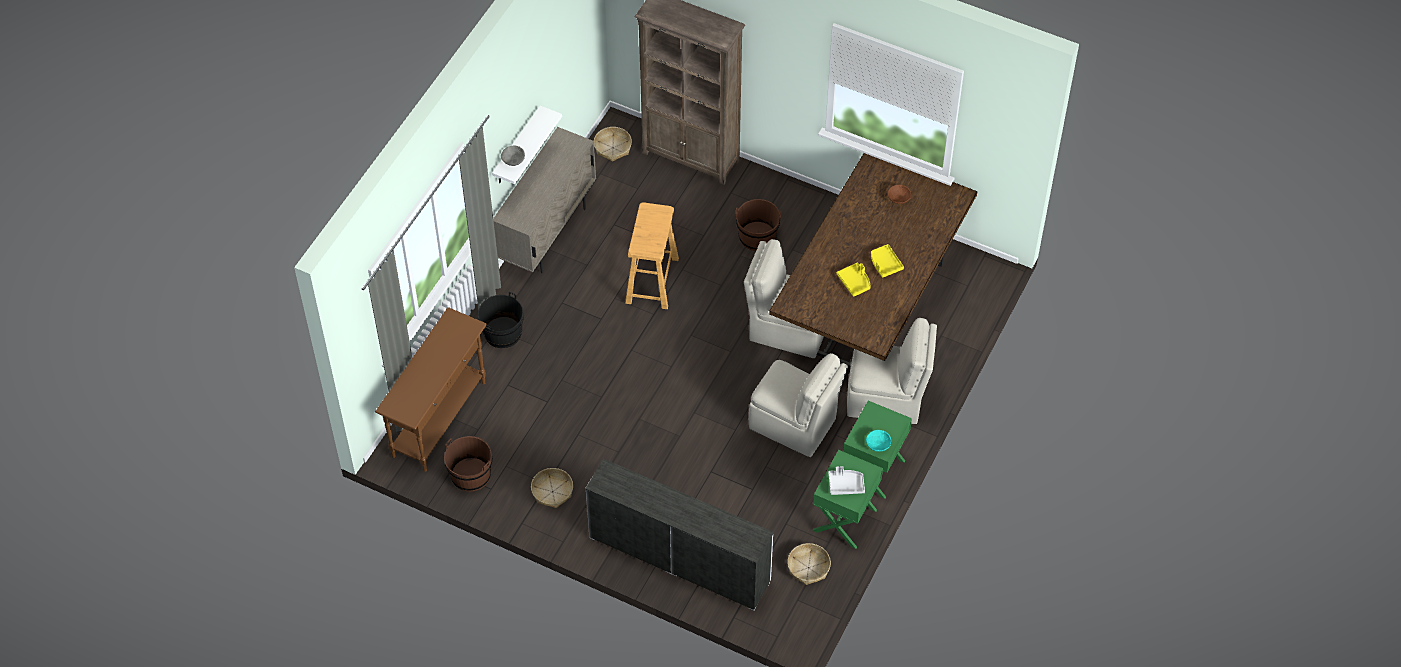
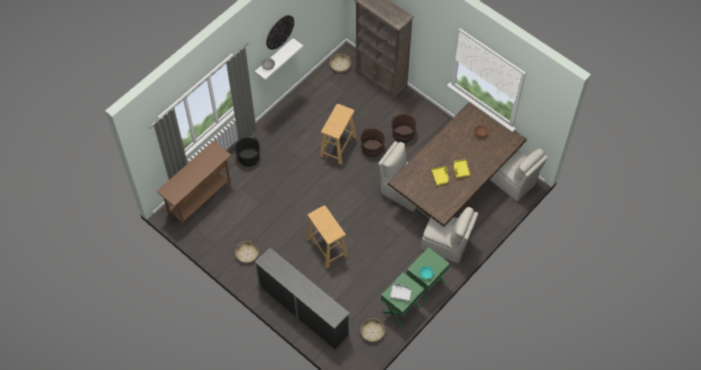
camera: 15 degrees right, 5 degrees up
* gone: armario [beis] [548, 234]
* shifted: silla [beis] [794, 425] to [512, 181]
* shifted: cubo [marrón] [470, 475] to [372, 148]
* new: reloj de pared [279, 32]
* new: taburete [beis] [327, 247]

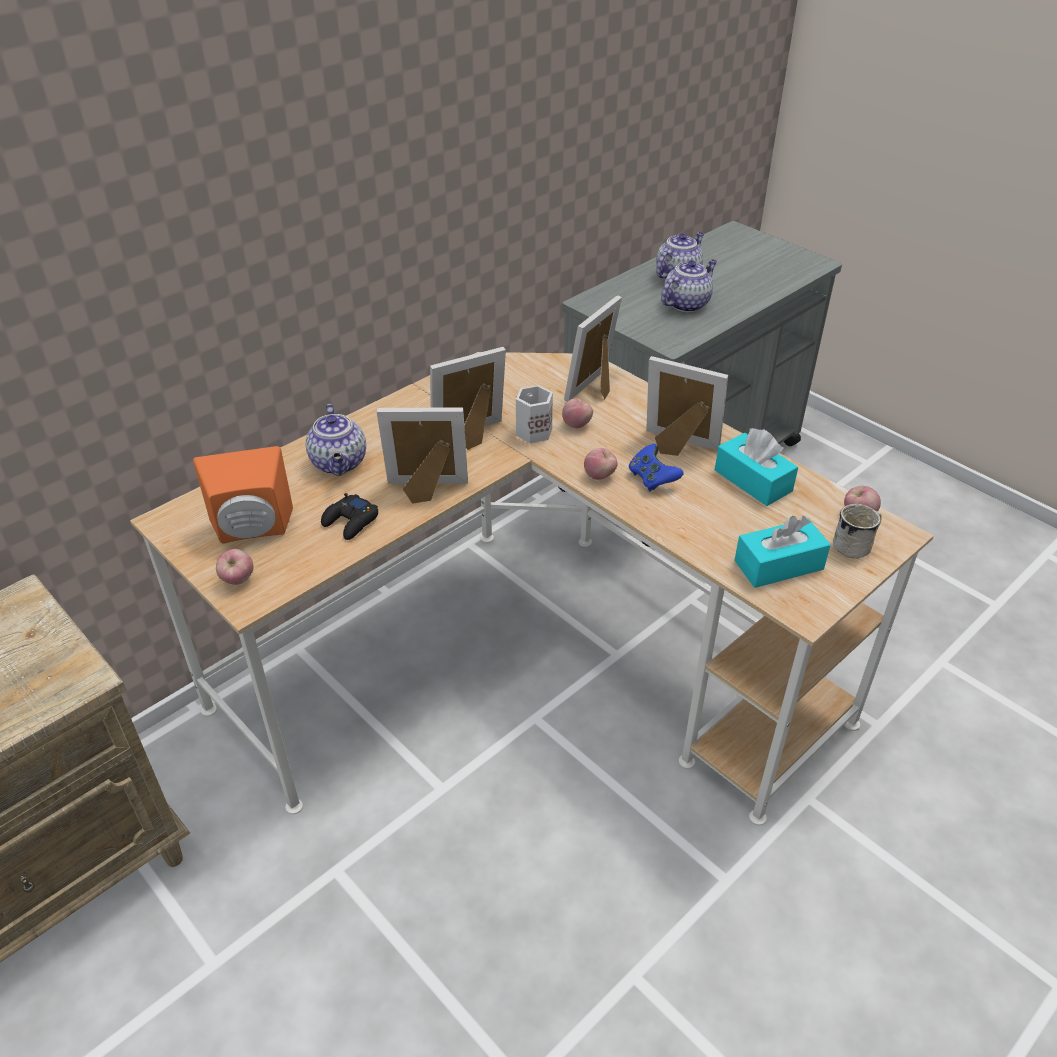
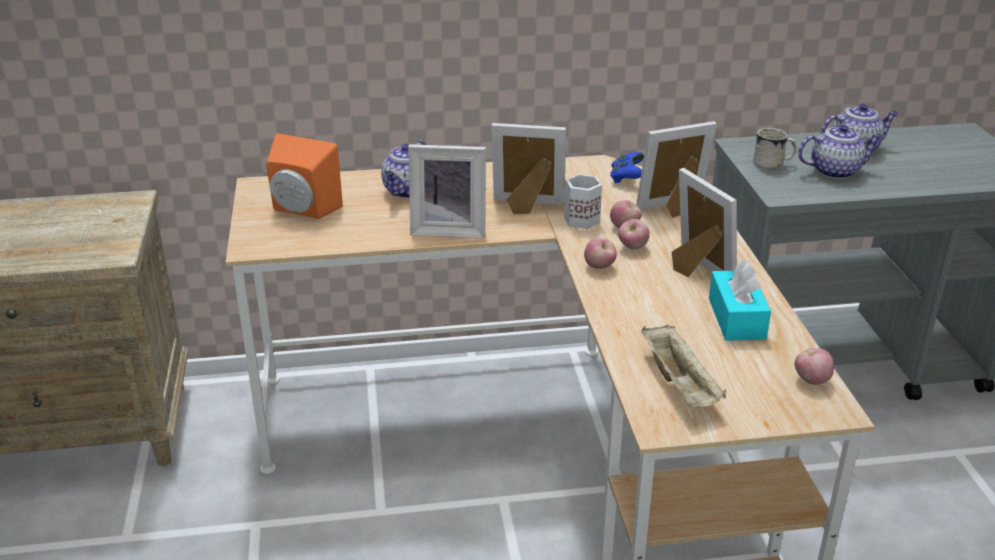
camera: 35 degrees right, 10 degrees down
* rotated: portarretratos [427, 491] = [449, 229] 150 degrees clockwise
* shifted: mando de consola [azul] [652, 479] to [626, 178]
* gone: mando de consola [negro] [351, 522]
* shifted: taza grande [blanco] [856, 545] to [773, 164]
* swapped: caja de pañuelos [turquesa] [778, 565] to bandeja [beis] [680, 384]
* shifted: manzana [238, 580] to [633, 247]

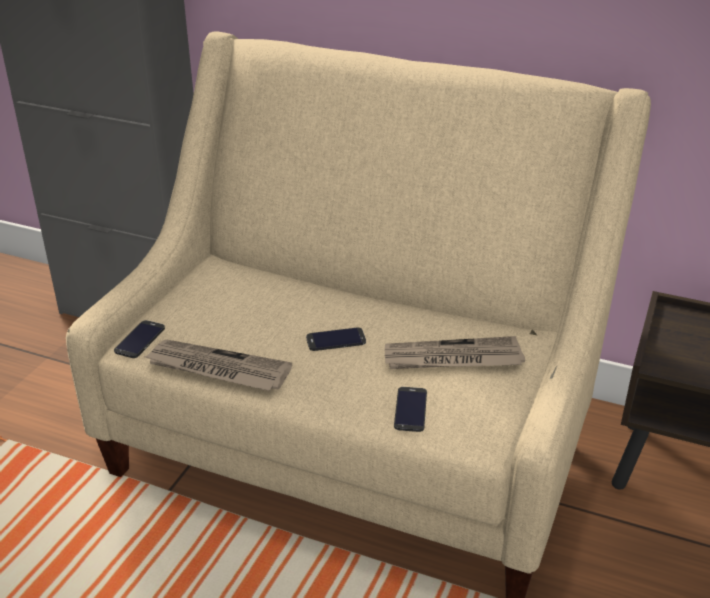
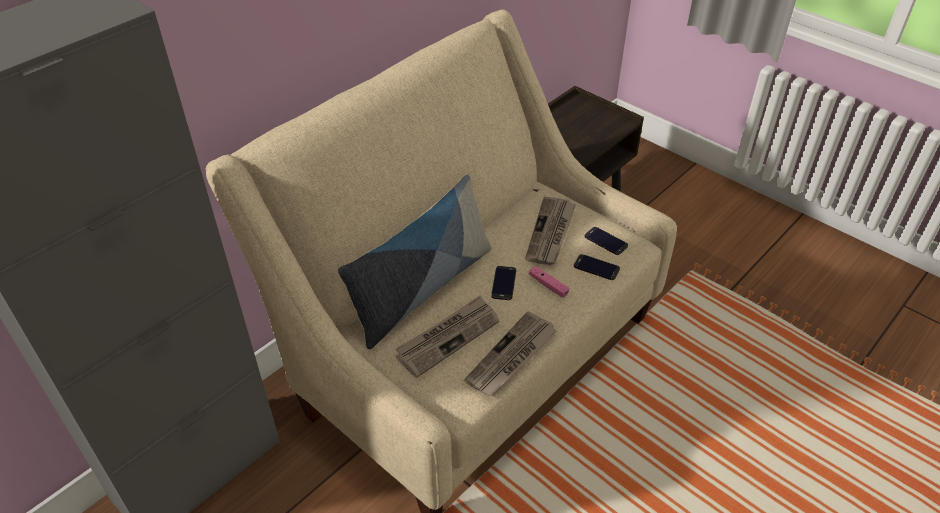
camera: 70 degrees left, 10 degrees up
* shifted: móvil [140, 339] to [606, 241]
* new: cojín [422, 289]
* new: mando de consola [rosa] [548, 285]
* new: periódico [448, 337]

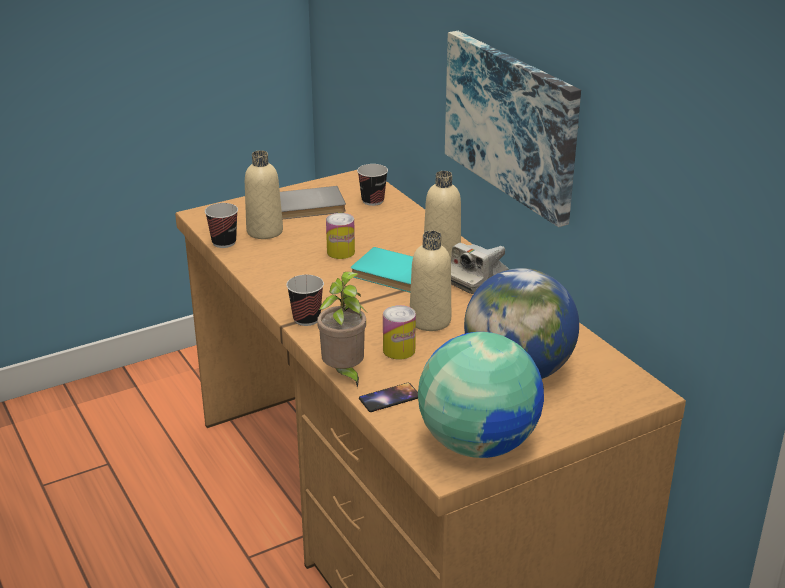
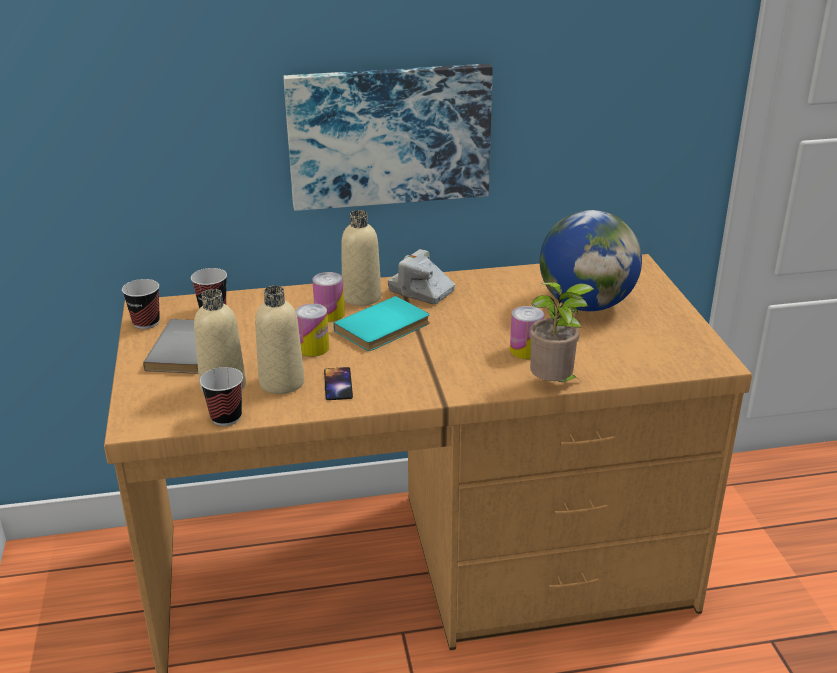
camera: 70 degrees left, 0 degrees up
* shifted: botella [beis] [430, 321] to [281, 382]
* rotated: cámara [475, 279] = [421, 291] 150 degrees clockwise
* shifted: taza [306, 319] to [146, 322]
* gone: globo terráqueo [478, 443]
* shifted: móvil [389, 398] to [338, 384]
* new: lata [329, 314]

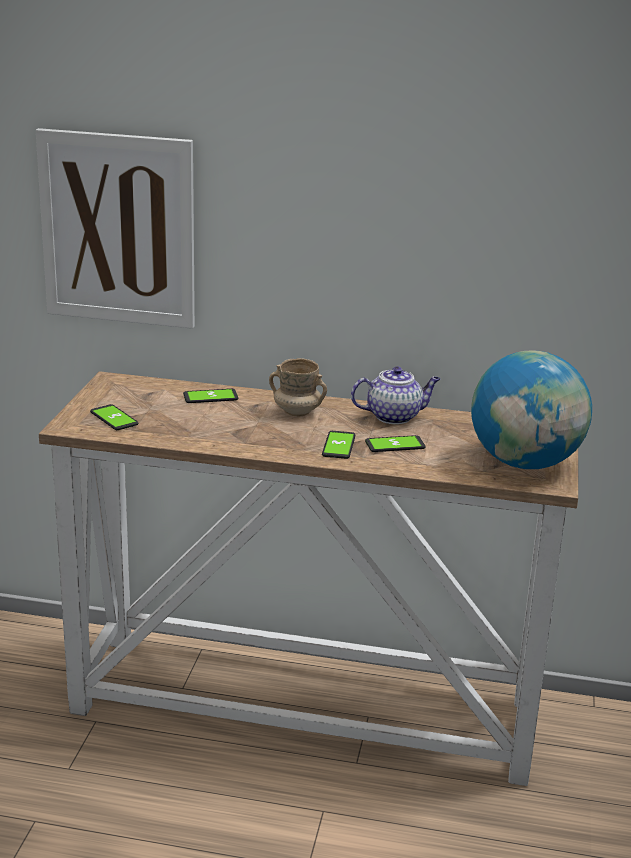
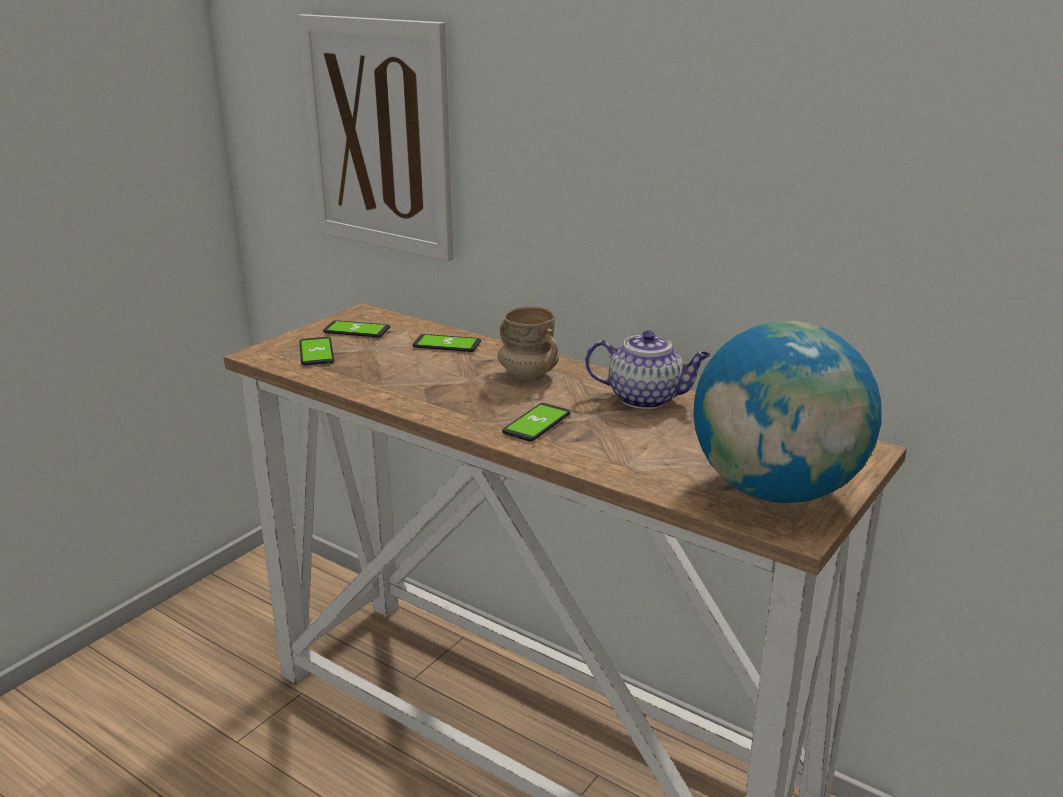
camera: 25 degrees right, 0 degrees up
* shifted: móvil [395, 445] to [357, 330]

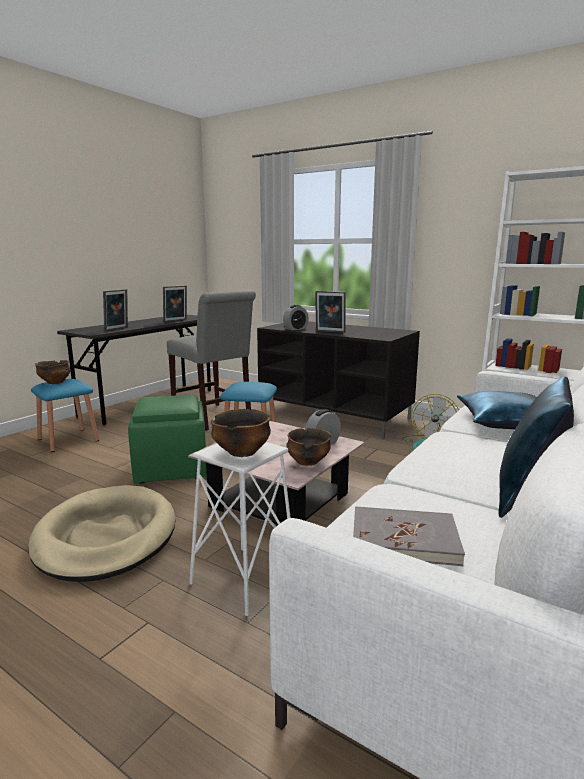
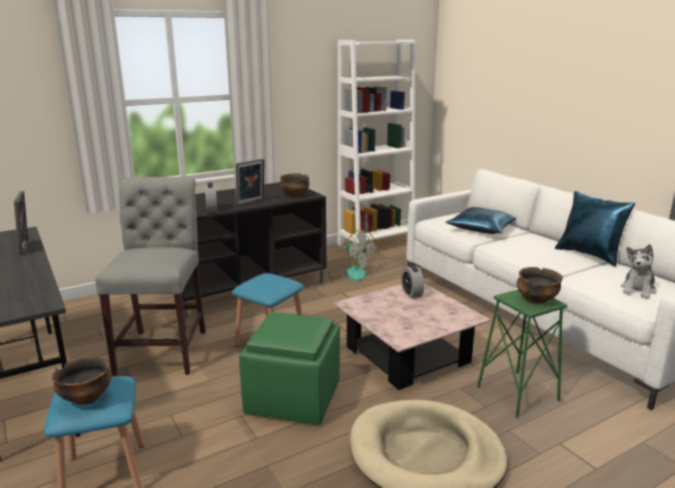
camera: 65 degrees left, 5 degrees up
* gone: portarretratos [117, 329]
* rotated: silla [gris] [214, 418] = [165, 348] 75 degrees counterclockwise
* shifted: cuenco [308, 462] to [294, 195]
* repainted: taburete [blanco] [244, 579] to taburete [verde] [517, 394]
* swapped: libro [gris] [404, 539] to peluche [638, 290]

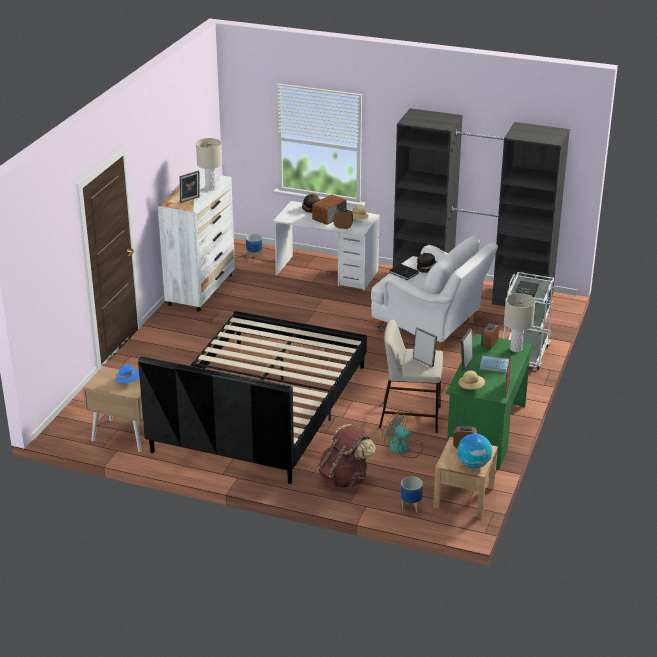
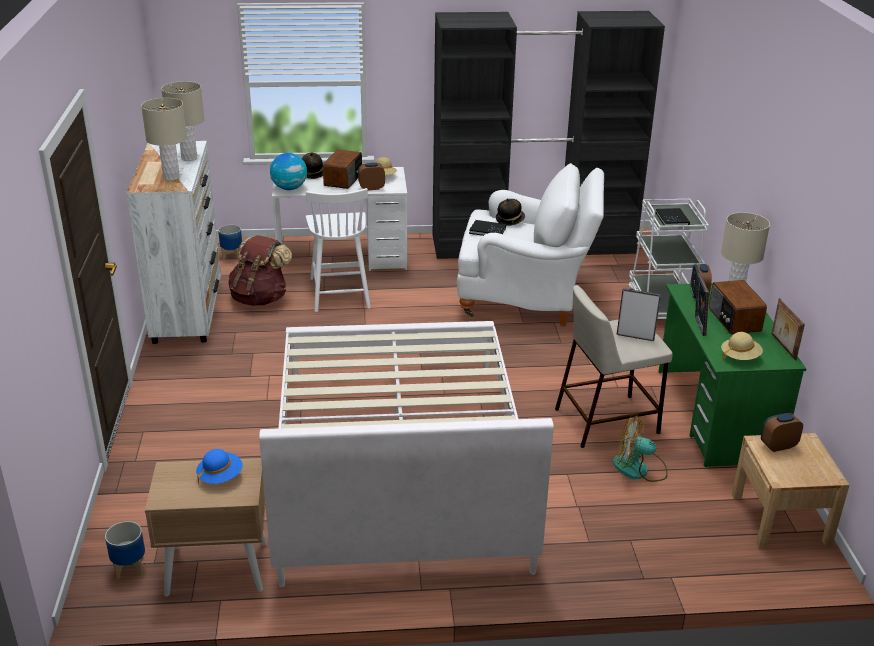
camera: 25 degrees left, 0 degrees up
* swapped: portarretratos [190, 200] to lámpara de mesa [beis] [171, 177]
* repainted: cama [negro] [261, 407] to cama [blanco] [397, 461]
* swapped: libro [azul] [494, 365] to radio [733, 320]
* shifted: mochila [marrón] [345, 479] to [260, 299]
* shifted: globo terráqueo [473, 464] to [289, 188]
* shifted: maceta [411, 506] to [130, 568]
* new: silla [blanco] [340, 292]

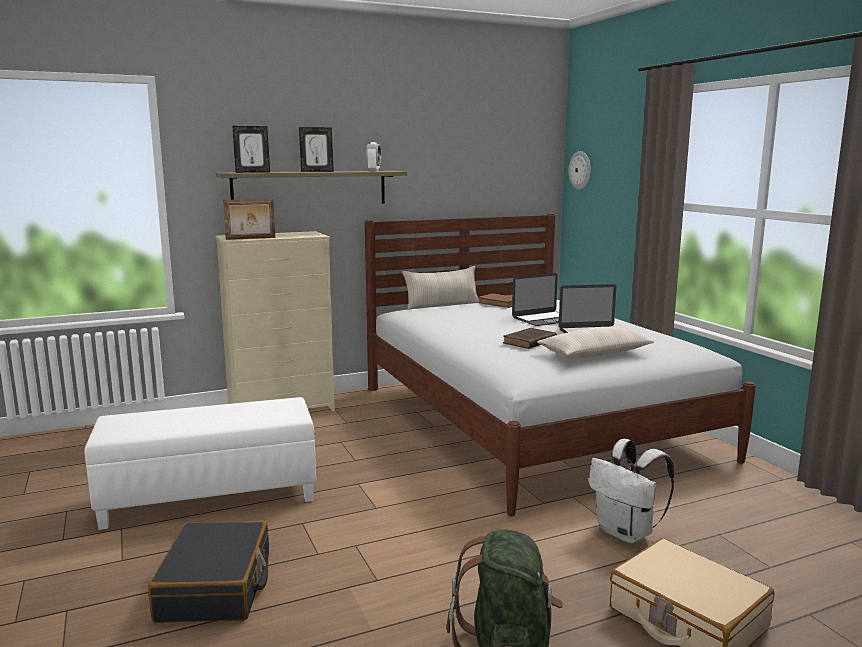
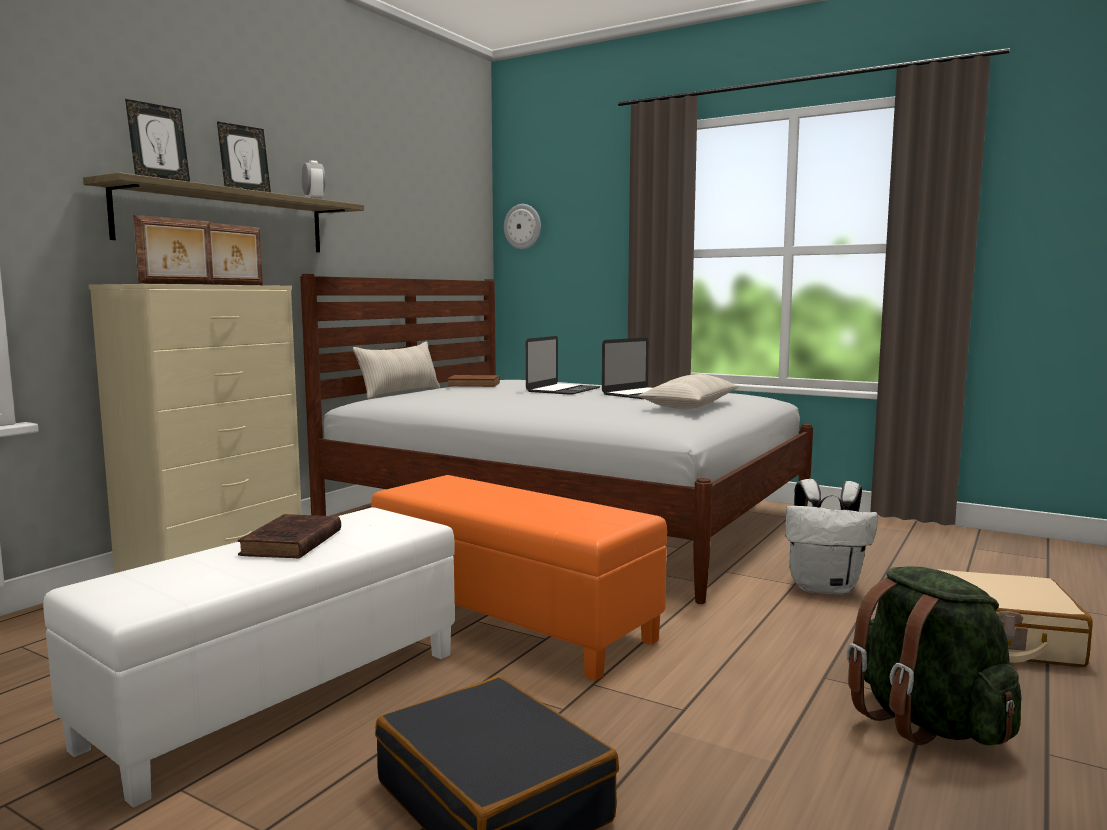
camera: 35 degrees left, 5 degrees down
* shifted: libro [marrón] [529, 342] to [290, 543]
* new: portarretratos [235, 284]
* new: puf [naranja] [513, 620]

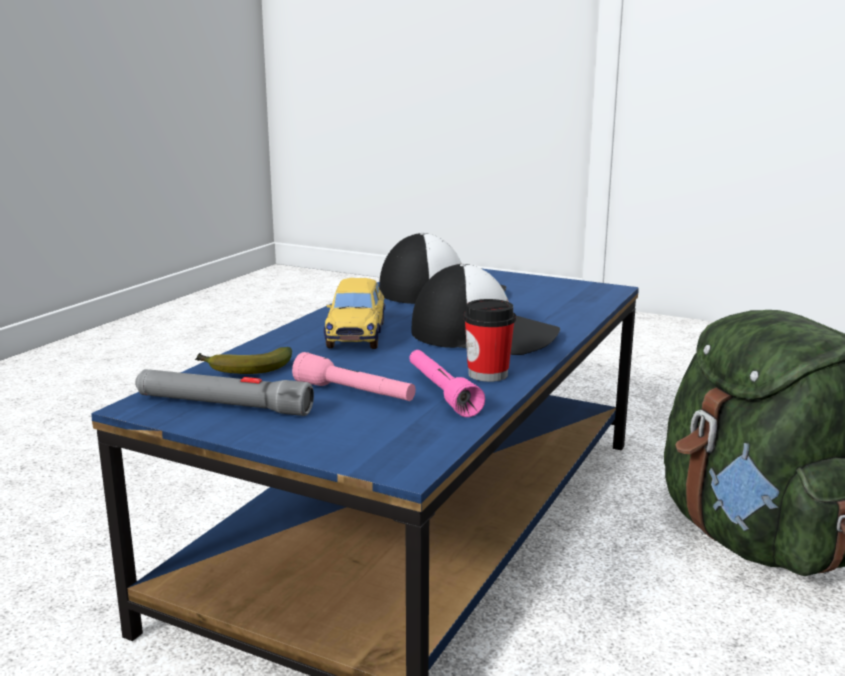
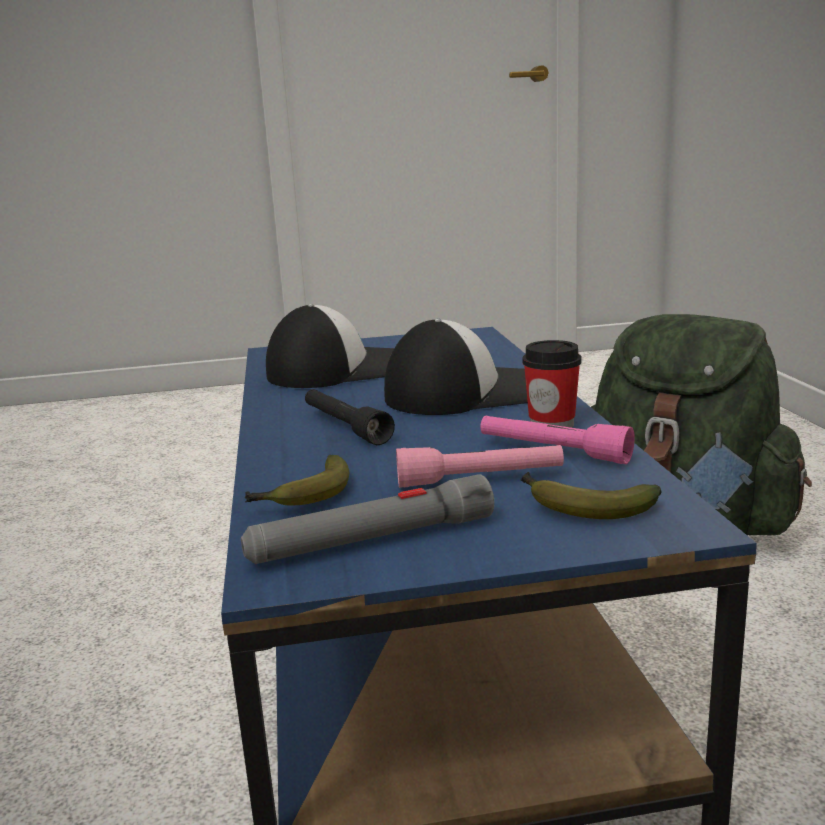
camera: 35 degrees left, 0 degrees up
* swapped: coche de juguete [356, 334] to linterna [negro] [345, 427]
* new: plátano [582, 507]

